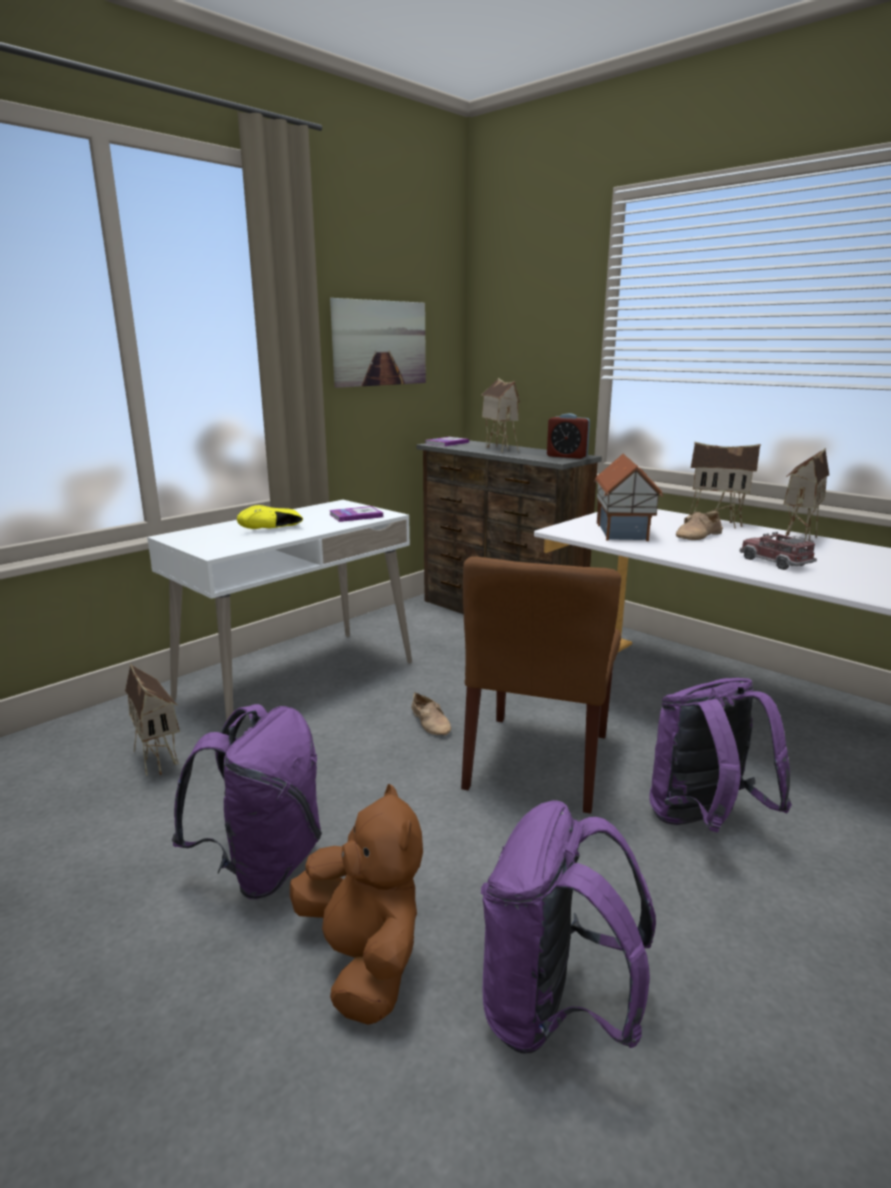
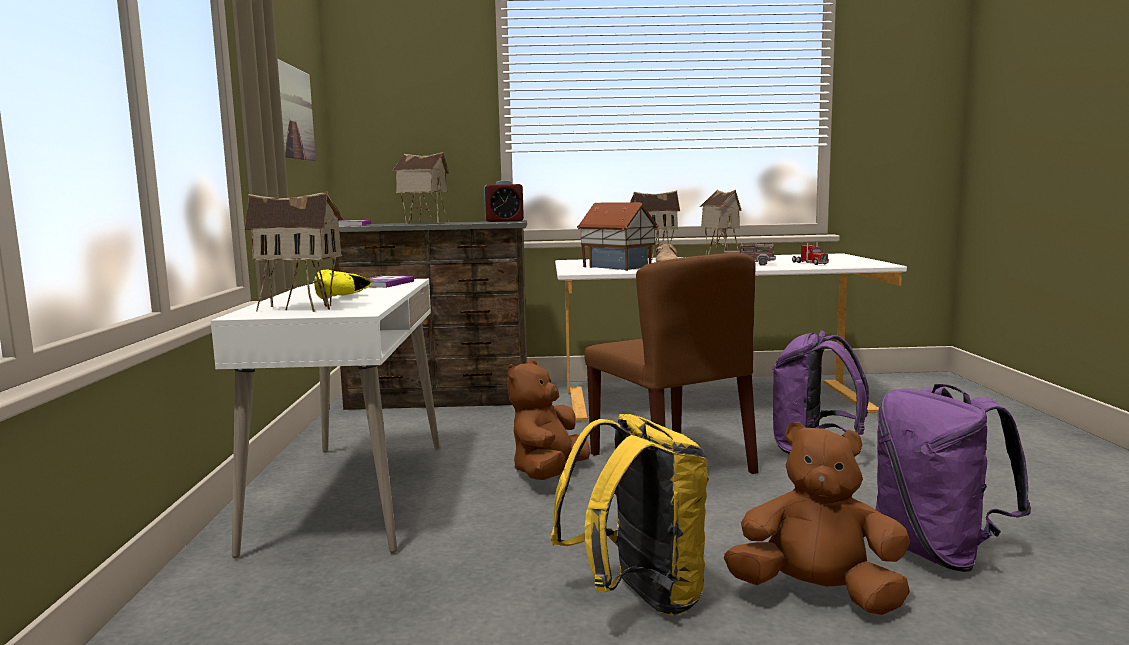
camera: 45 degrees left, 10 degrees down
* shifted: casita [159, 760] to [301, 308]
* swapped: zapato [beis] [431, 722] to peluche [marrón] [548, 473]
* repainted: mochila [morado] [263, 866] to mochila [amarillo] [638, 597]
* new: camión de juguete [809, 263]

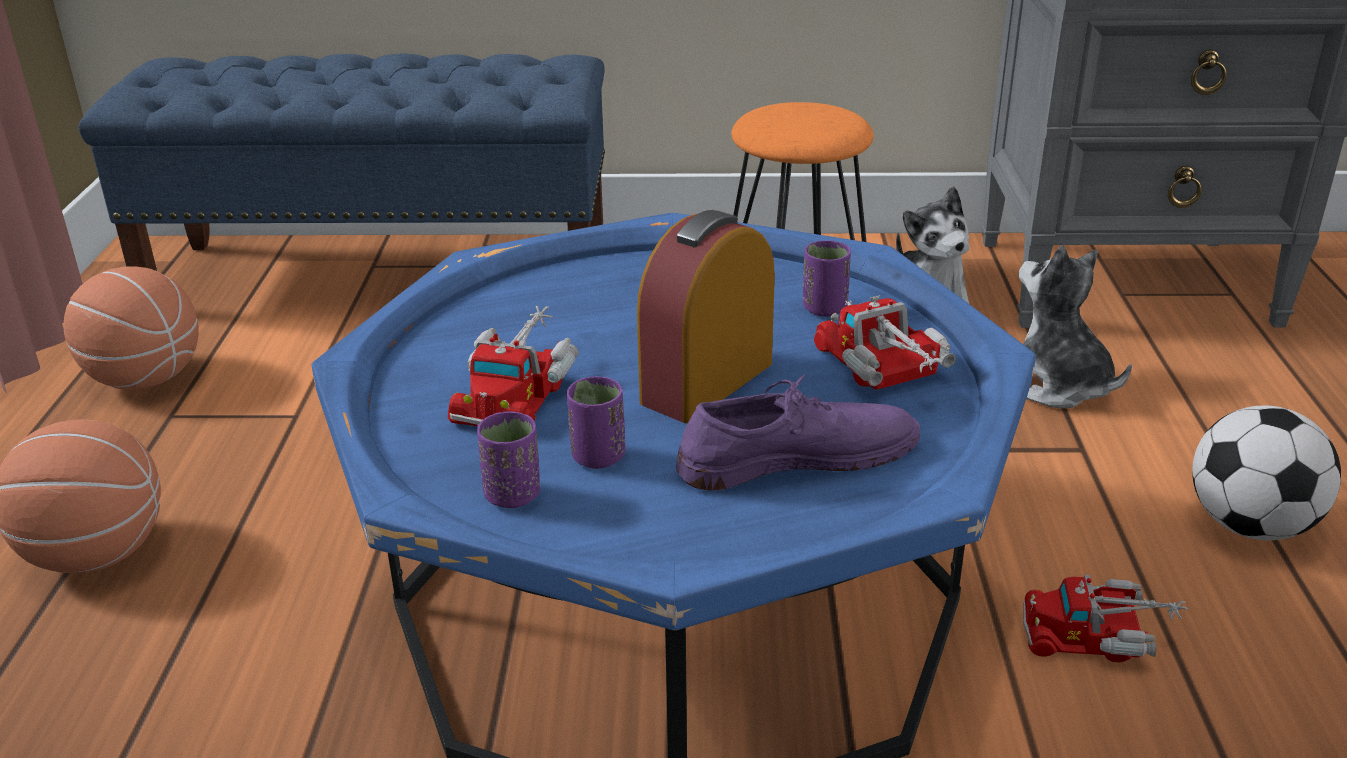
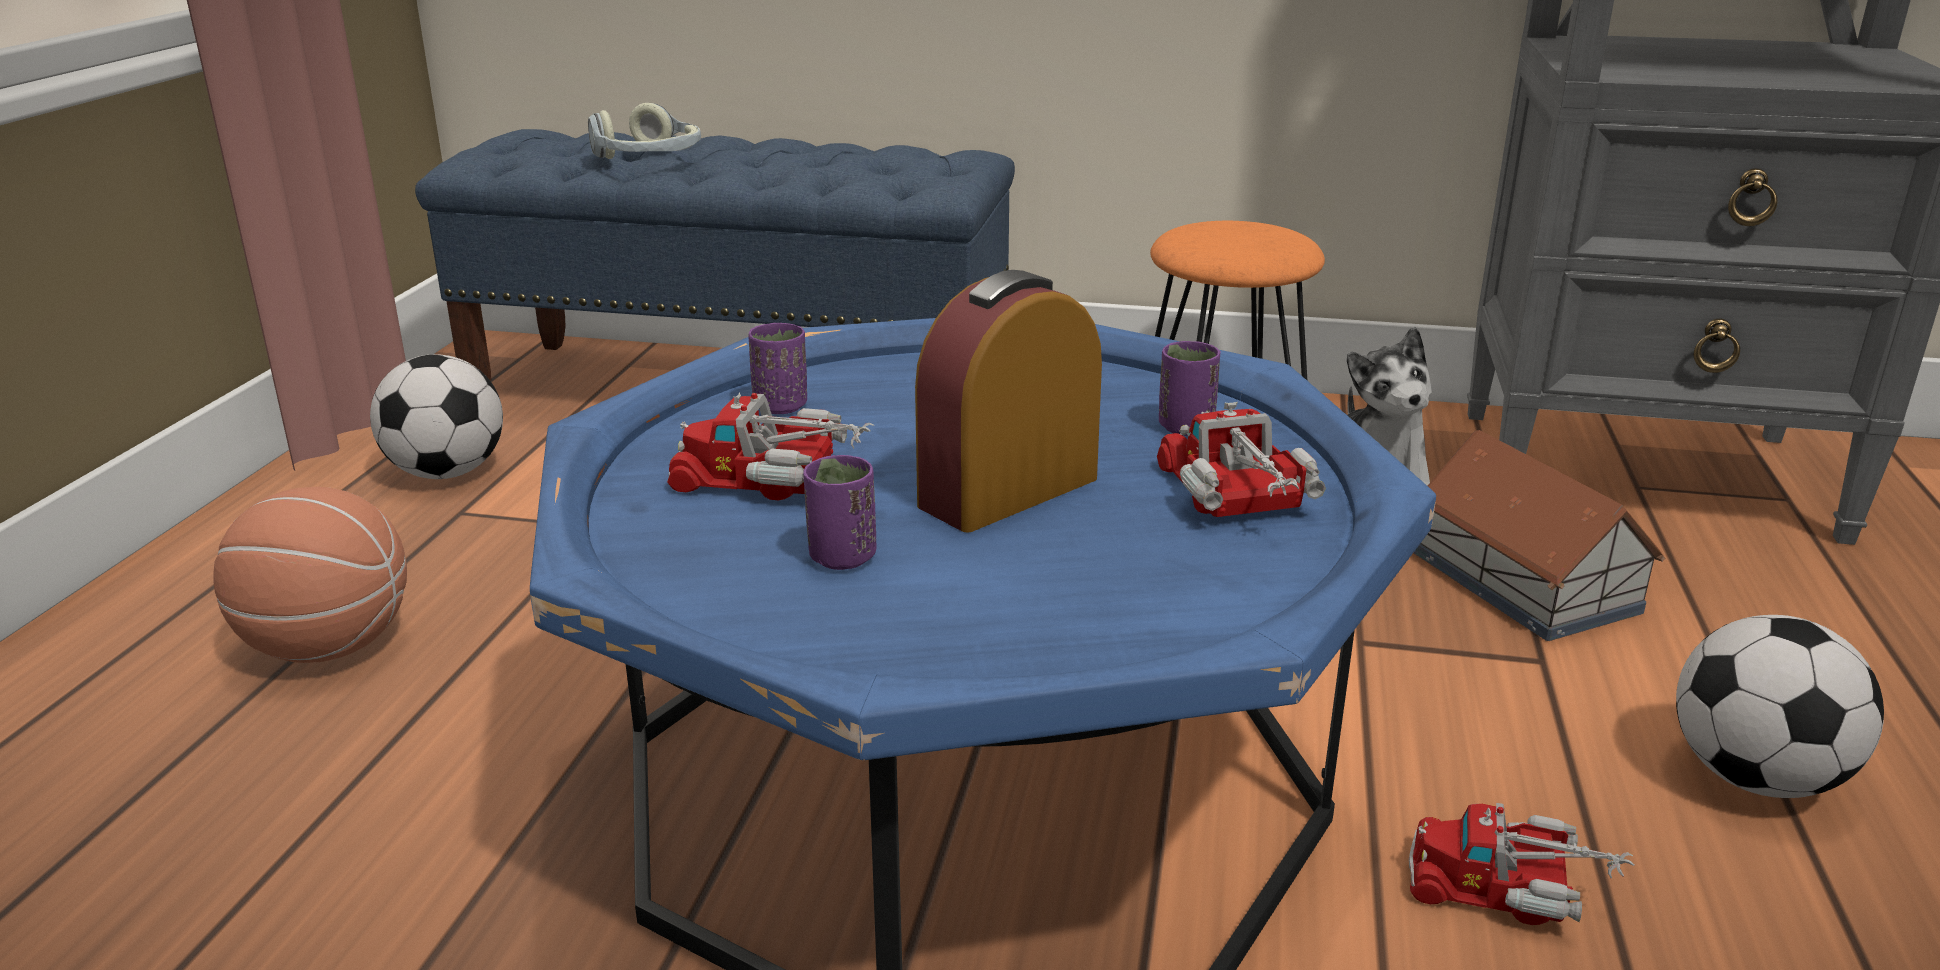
camera: 10 degrees right, 5 degrees down
* swapped: peluche [1056, 385] to casita [1525, 583]
* swapped: balón de baloncesto [145, 379] to balón de fútbol [447, 473]
* rotated: camión de juguete [517, 390] = [777, 479] 75 degrees clockwise
* gone: zapato [morado] [797, 455]
* shifted: taza [morado] [512, 495] to [780, 406]
* new: auriculares [649, 159]

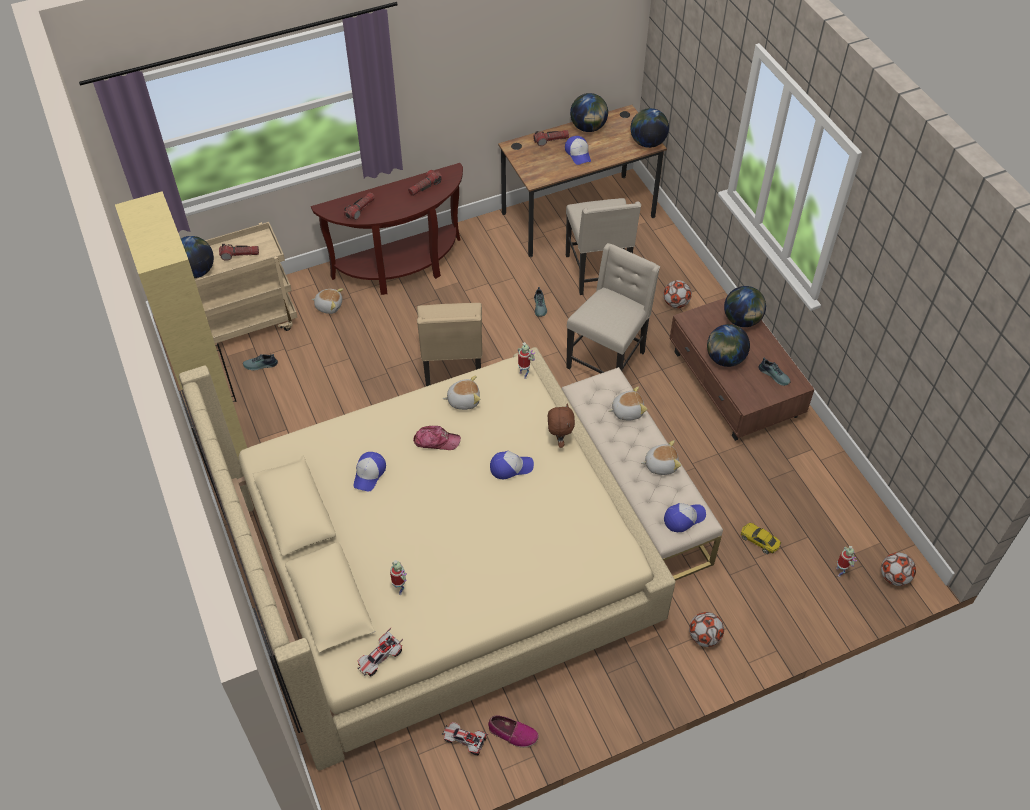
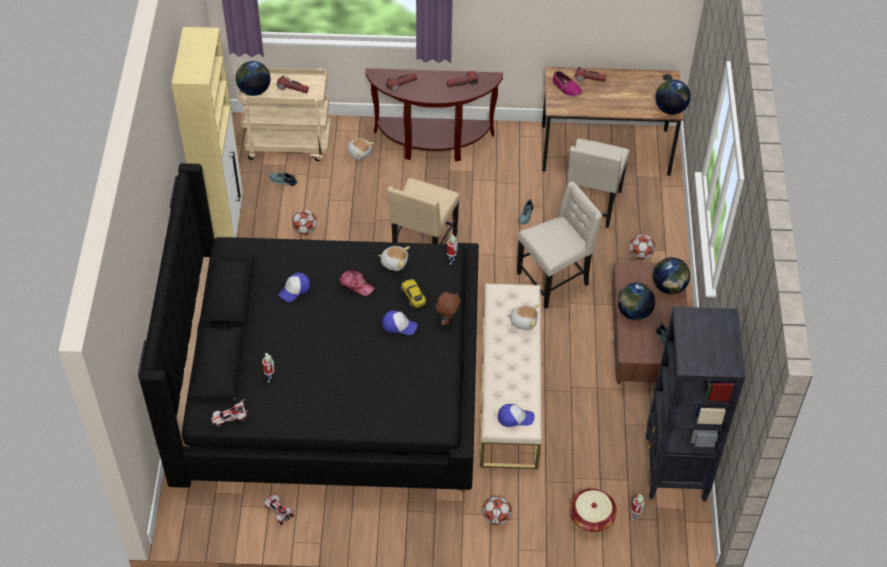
camera: 25 degrees right, 0 degrees up
* gone: globo terráqueo [588, 127]
* gone: gorra [578, 153]
* repainted: cama [beis] [436, 566] to cama [negro] [328, 383]
* gone: peluche [660, 464]
* shifted: coche de juguete [amarillo] [759, 540] to [413, 296]
* shifted: balón de fútbol [894, 577] to [305, 230]
* shifted: zapato [513, 733] to [566, 88]
* new: estantería [negro] [675, 469]
* new: cesta [591, 517]

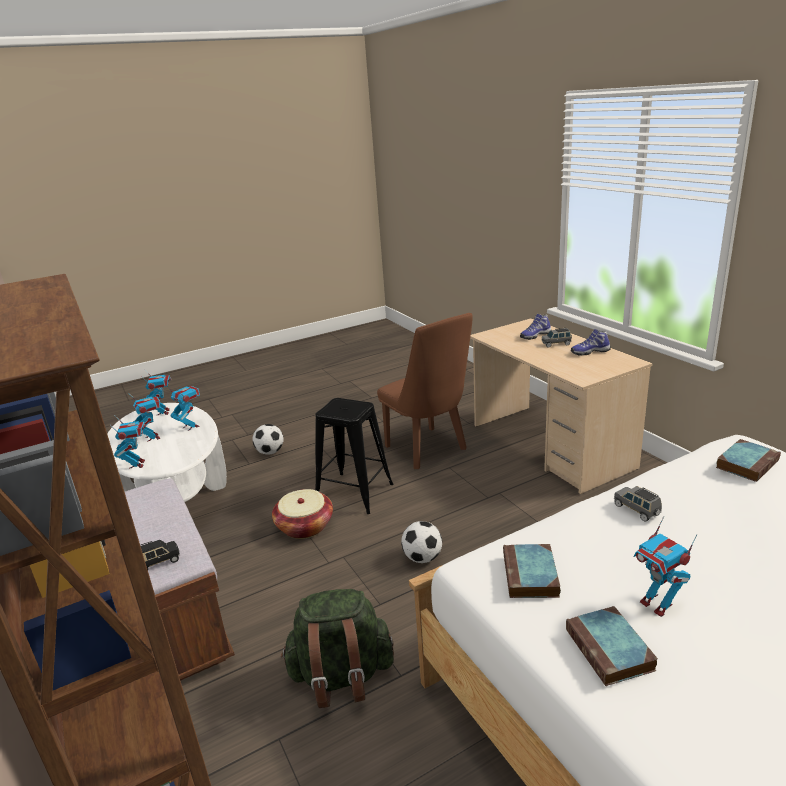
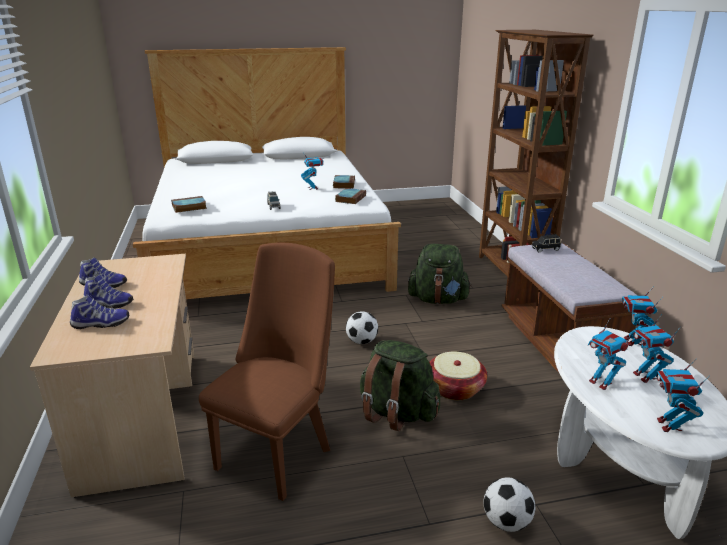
camera: 165 degrees left, 0 degrees up
* rotated: silla [marrón] [429, 450] = [278, 452] 45 degrees clockwise
* swapped: coche de juguete [gris] [556, 344] to zapato [108, 303]
* swapped: taburete [negro] [354, 493] to mochila [verde] [397, 413]

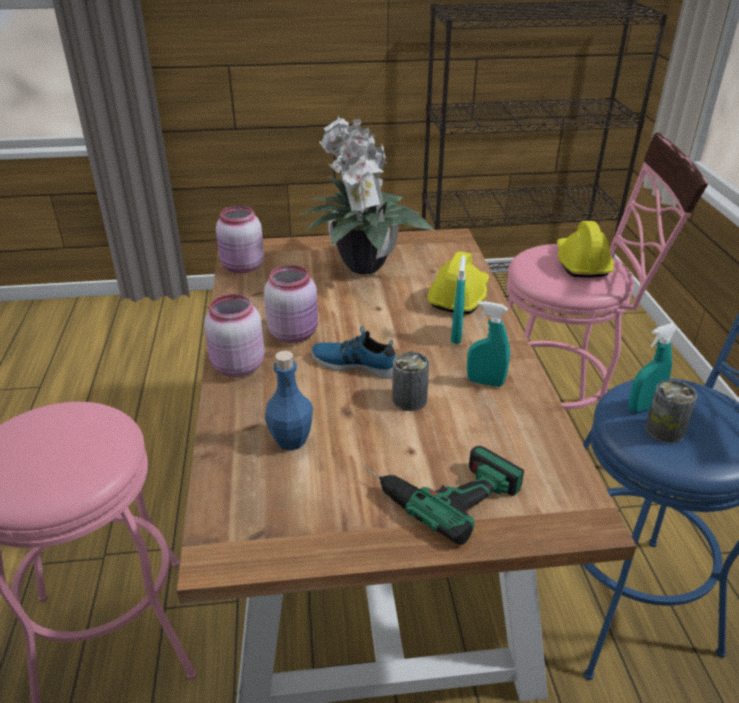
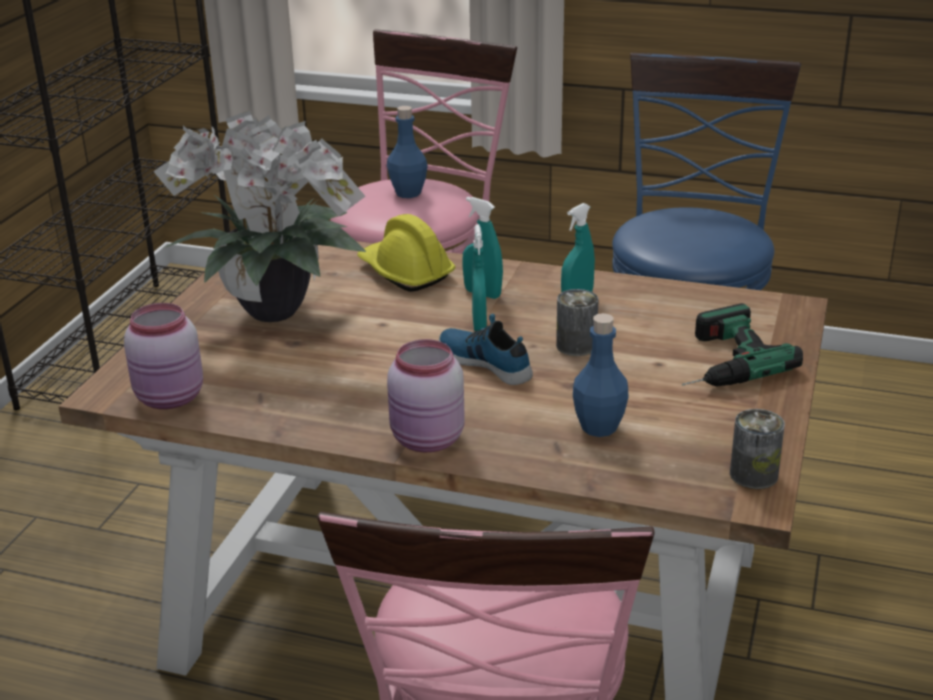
camera: 65 degrees left, 5 degrees down
* swapped: casco [amarillo] [581, 263] to botella [azul] [408, 193]
* gone: tarro [rosa] [294, 333]
* shifted: pulverizador [turquesa] [643, 406] to [479, 324]
* rotated: zapato [355, 363] = [486, 362] 90 degrees clockwise
* shifted: lata [664, 430] to [753, 475]

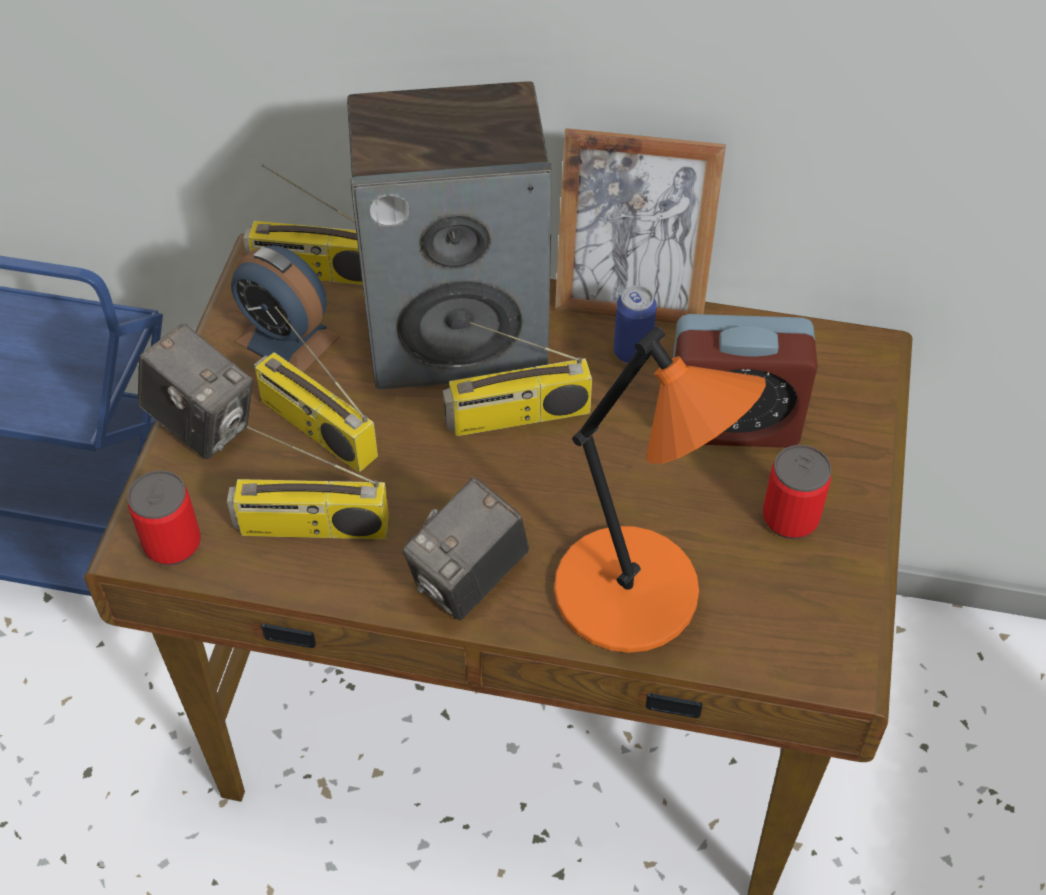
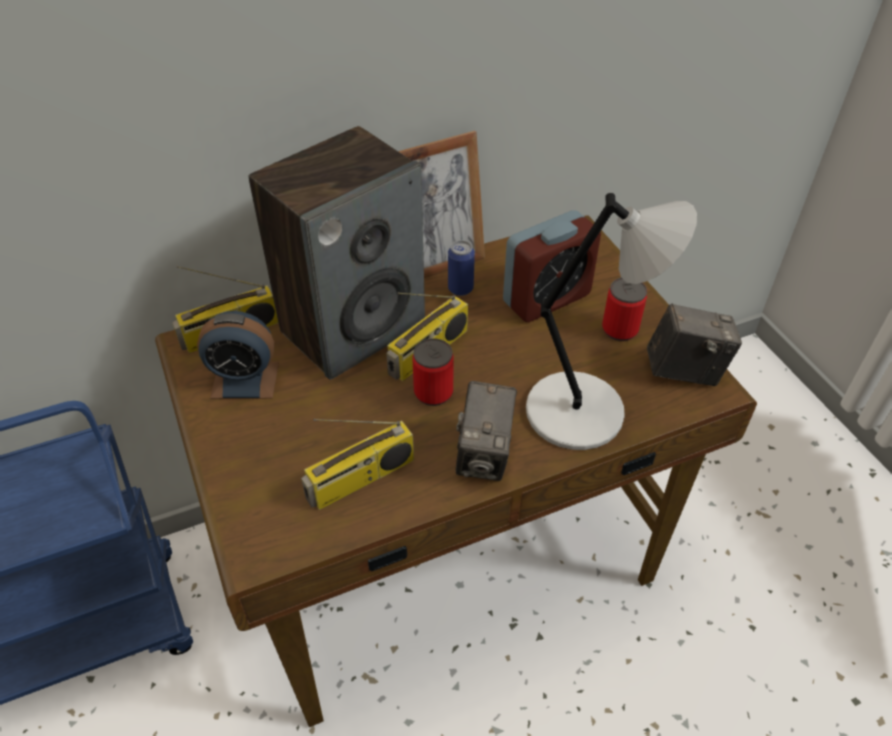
camera: 35 degrees left, 5 degrees down
* gone: radio [315, 428]
* shifted: cámara [203, 424] to [684, 370]
* repainted: lámpara de mesa [naranja] [634, 595] to lámpara de mesa [gris] [581, 412]
* shifted: lata [172, 544] to [433, 392]

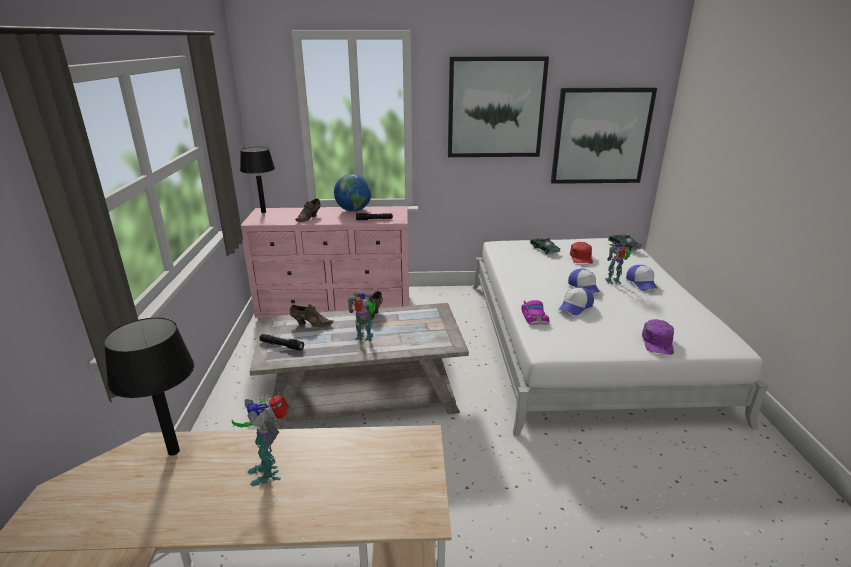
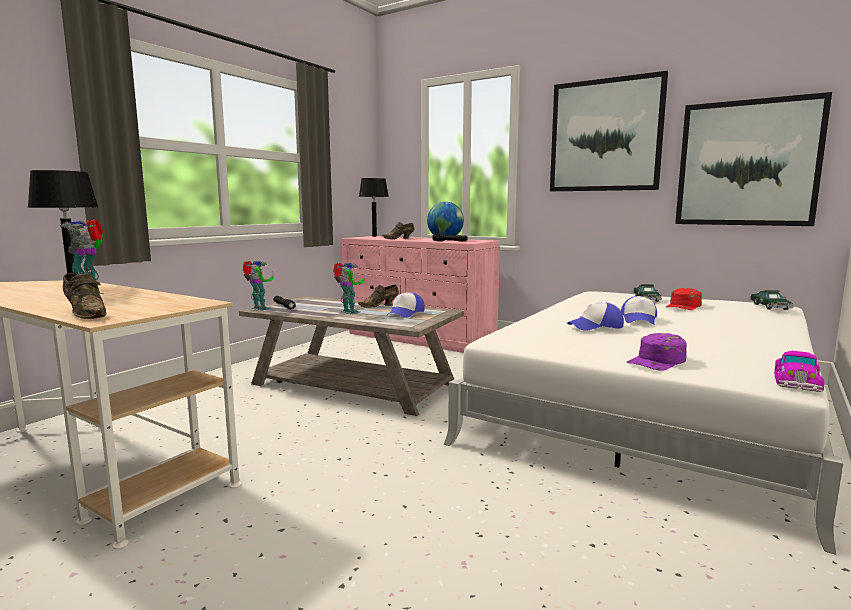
camera: 35 degrees right, 15 degrees down
* shifted: robot de juguete [614, 282] to [259, 309]
* shifted: gorra [642, 283] to [405, 313]
* shifted: coche de juguete [534, 315] to [796, 380]
* shifted: zapato [marrón] [310, 324] to [86, 314]

